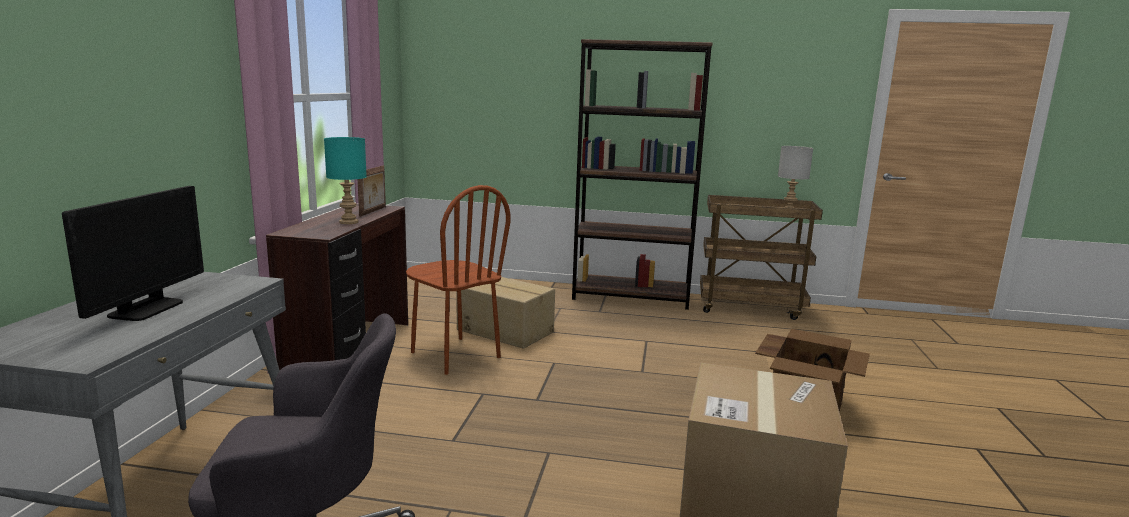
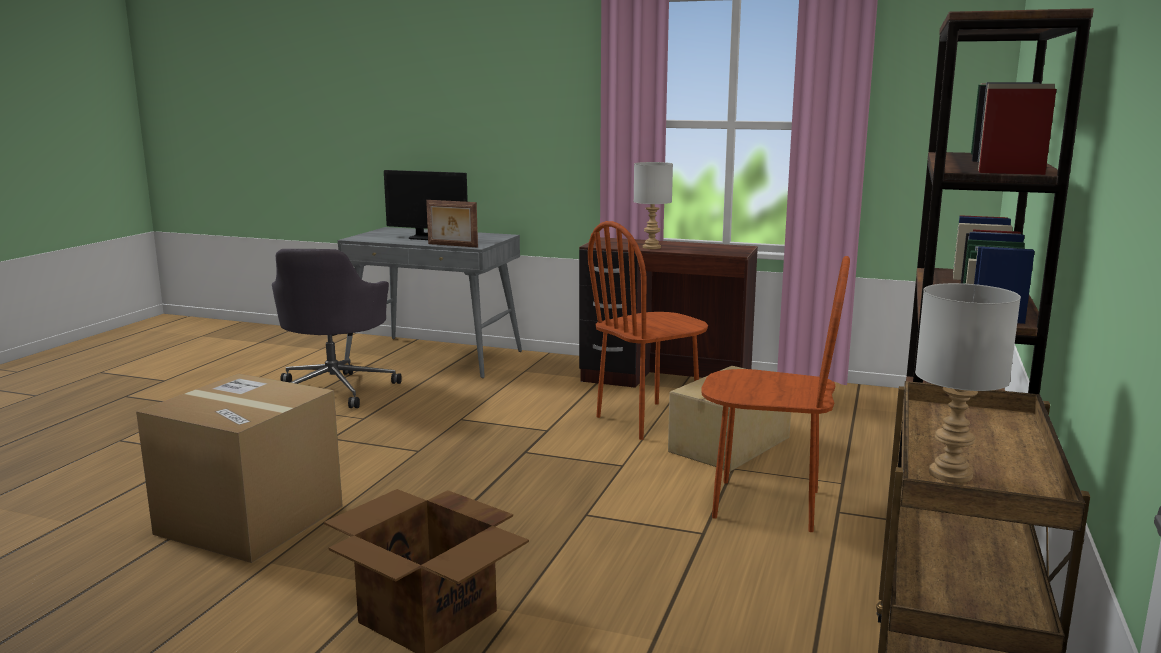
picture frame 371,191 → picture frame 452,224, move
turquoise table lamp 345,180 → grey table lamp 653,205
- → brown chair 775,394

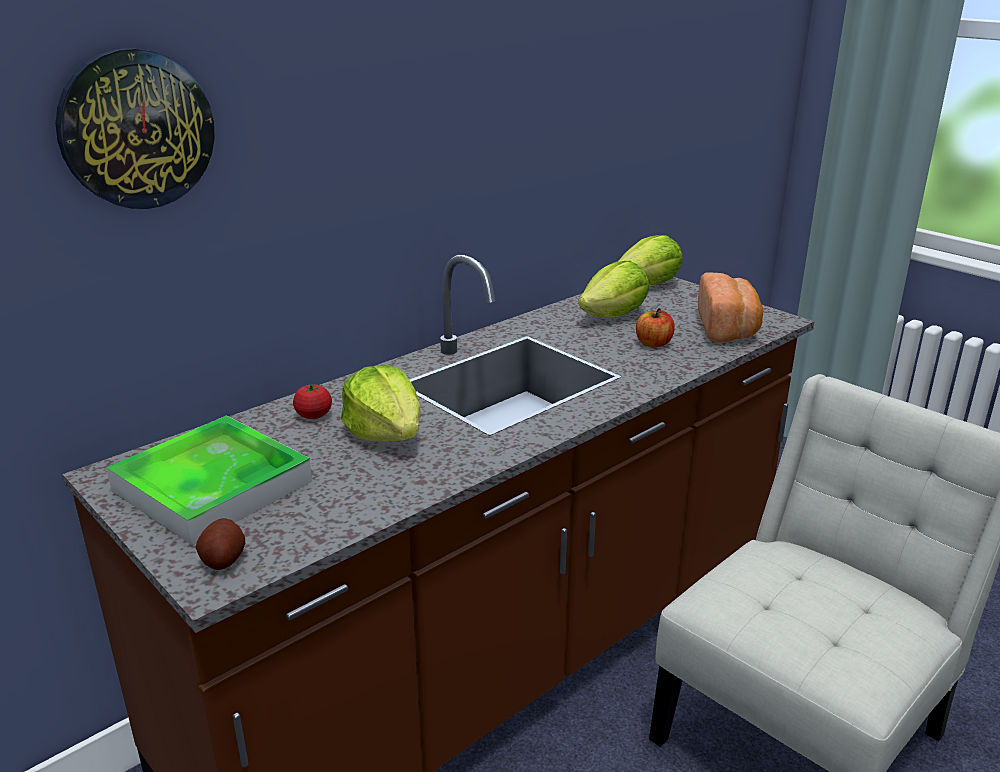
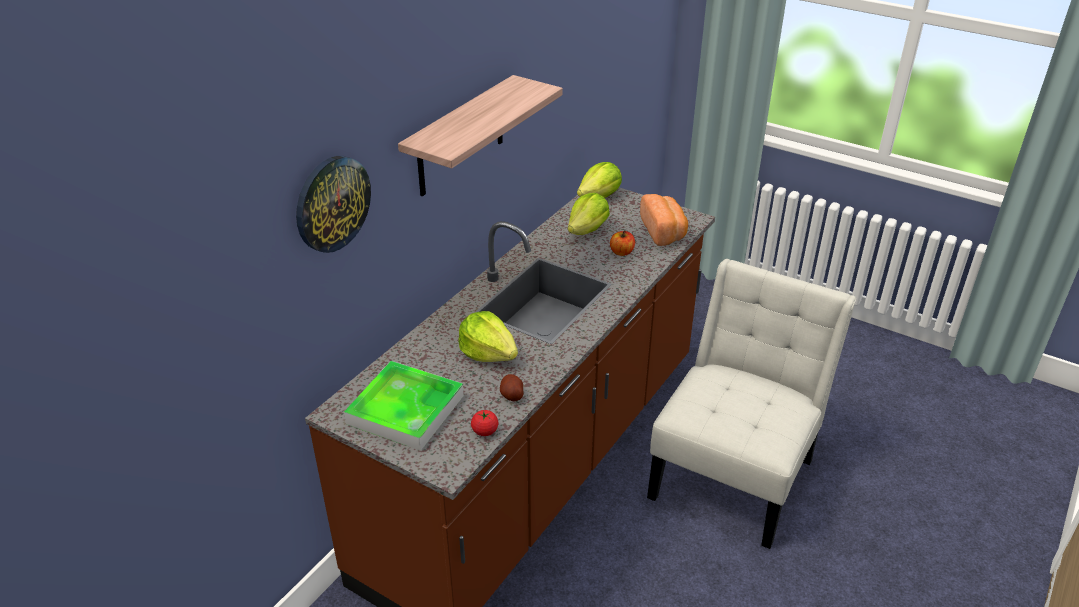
- → shelf 480,135
tomato 312,402 → tomato 484,423, move
potato 220,544 → potato 511,387, move

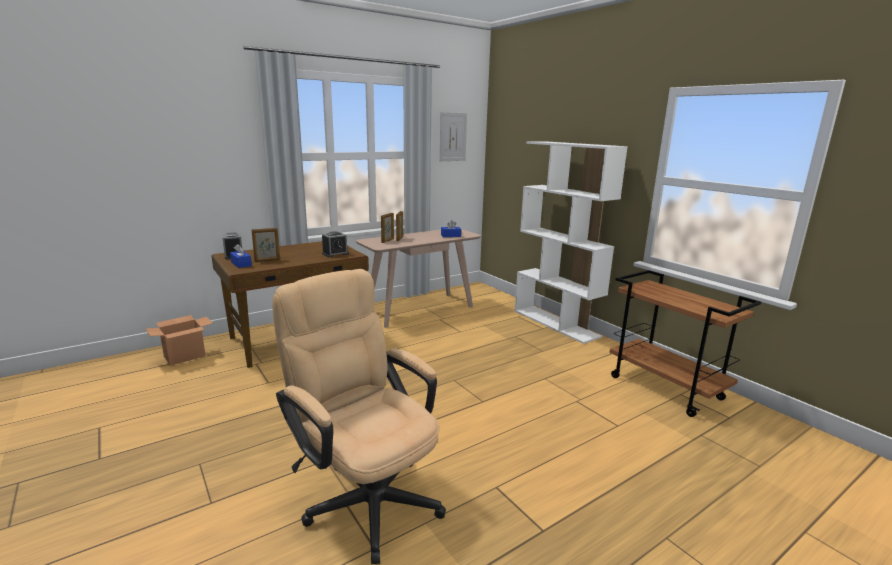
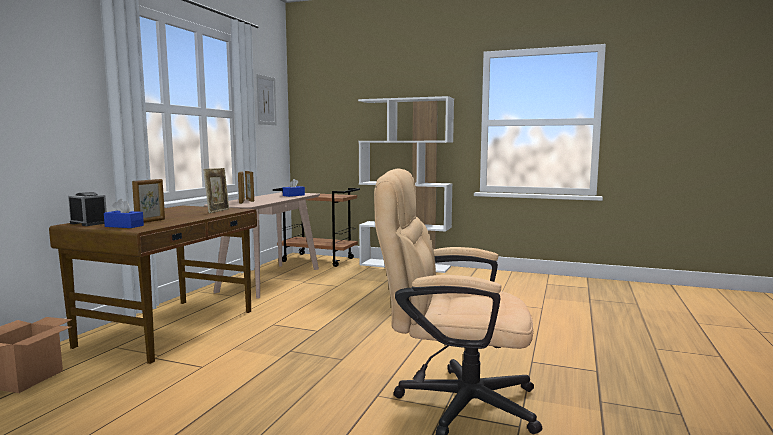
alarm clock 335,244 → picture frame 216,190
brown cart 685,343 → brown cart 316,226, move

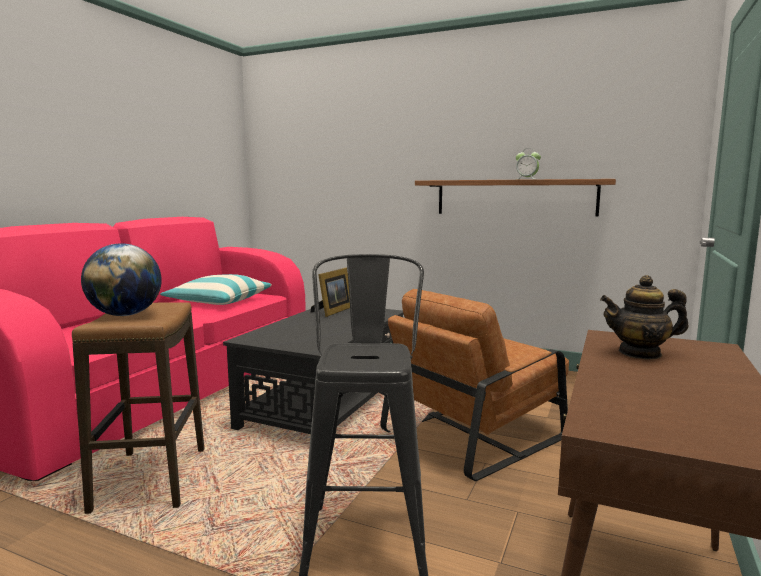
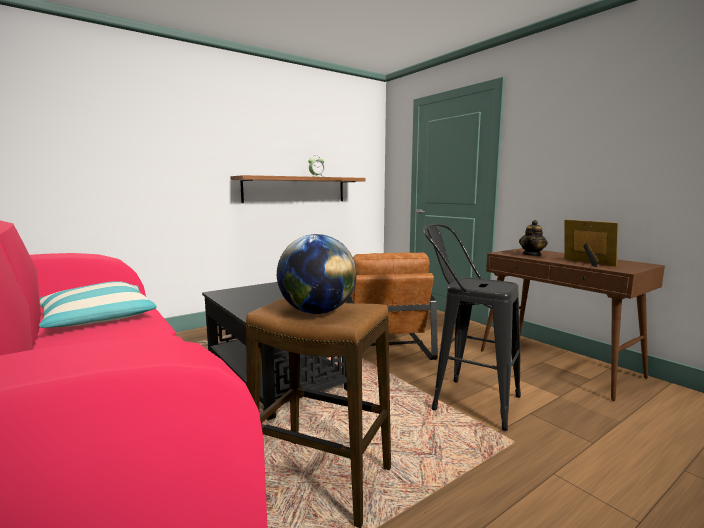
picture frame 330,292 → picture frame 591,243, move

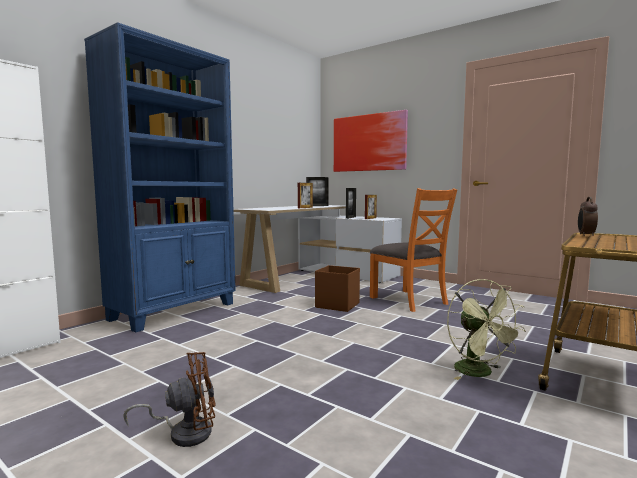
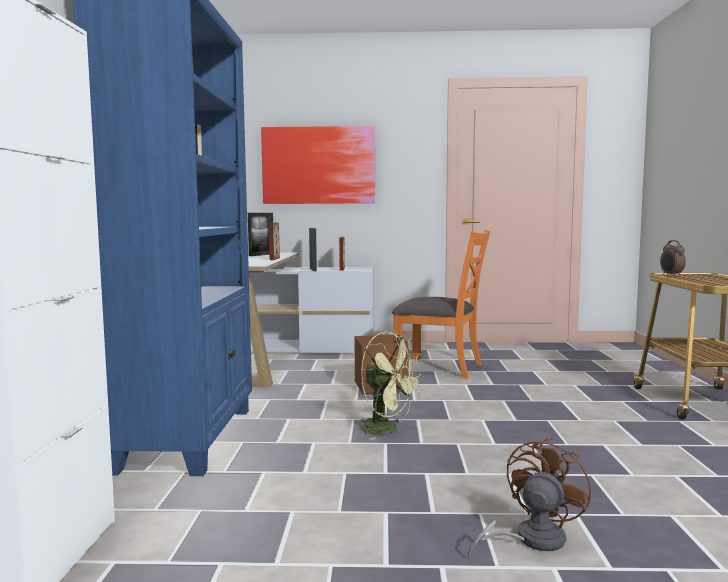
green fan 486,329 → green fan 392,386, move

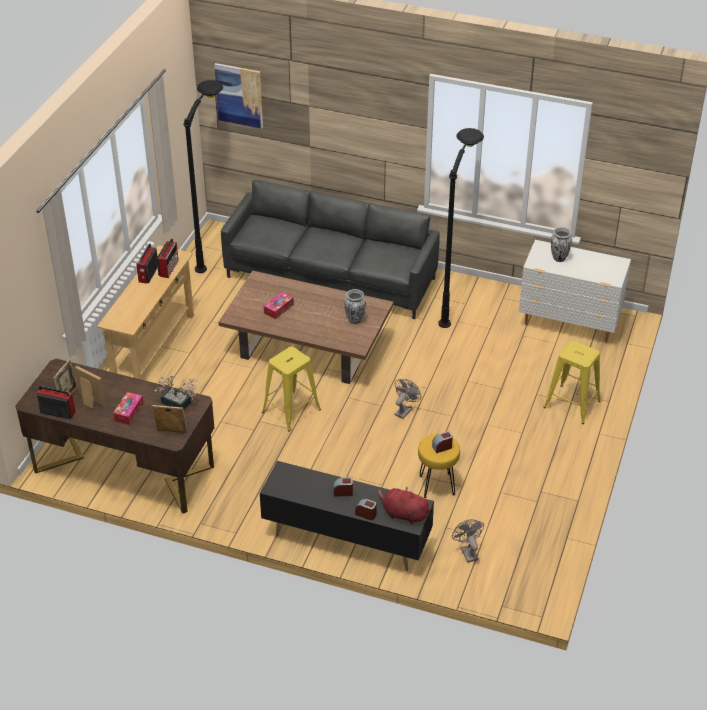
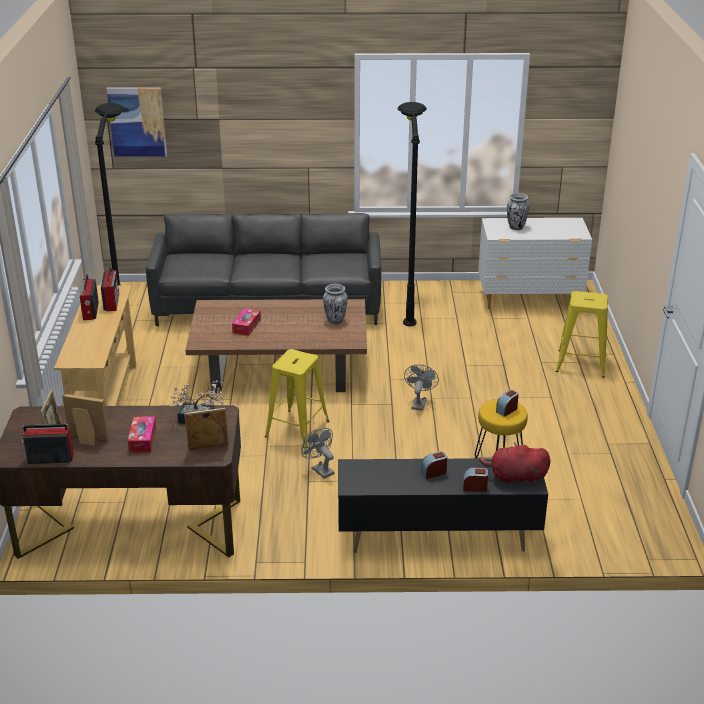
grey fan 468,541 → grey fan 318,453, move

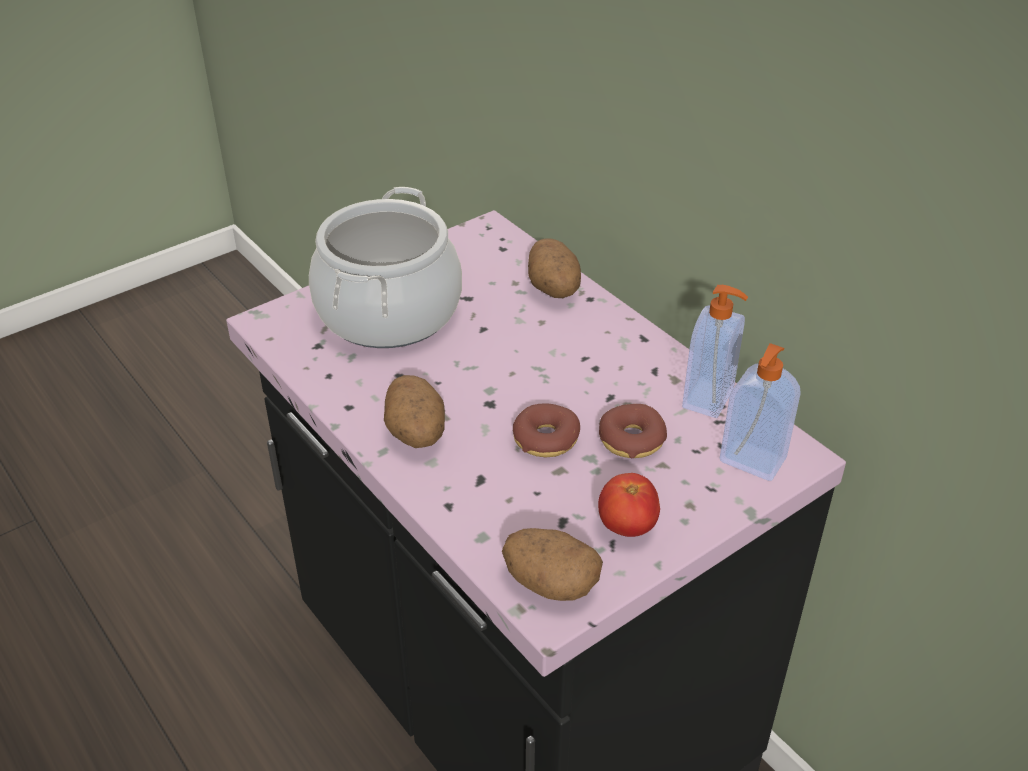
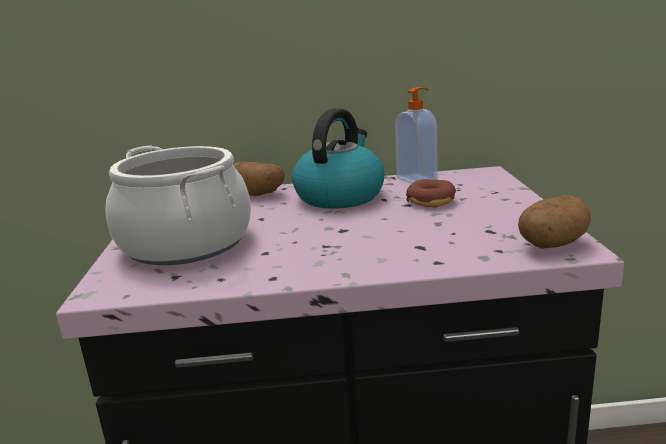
- → kettle 338,159
potato 414,411 → -
donut 546,430 → -
tomato 629,505 → -
soap dispenser 760,412 → -

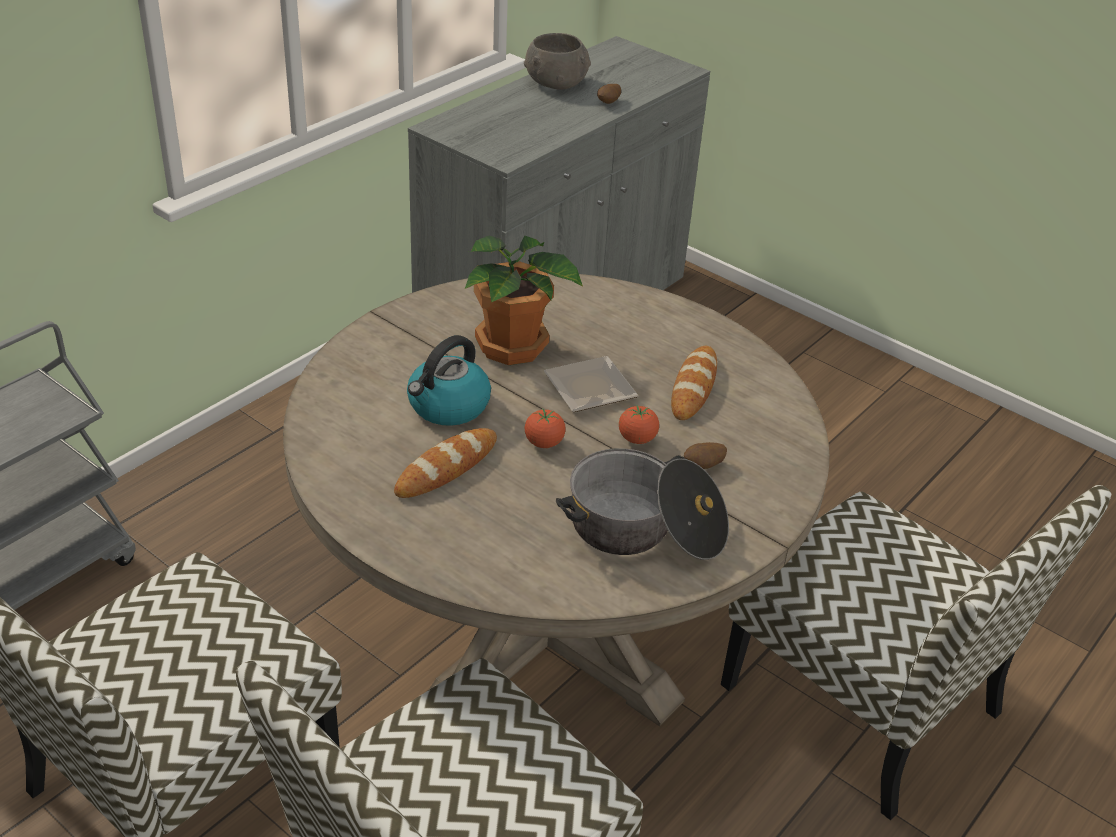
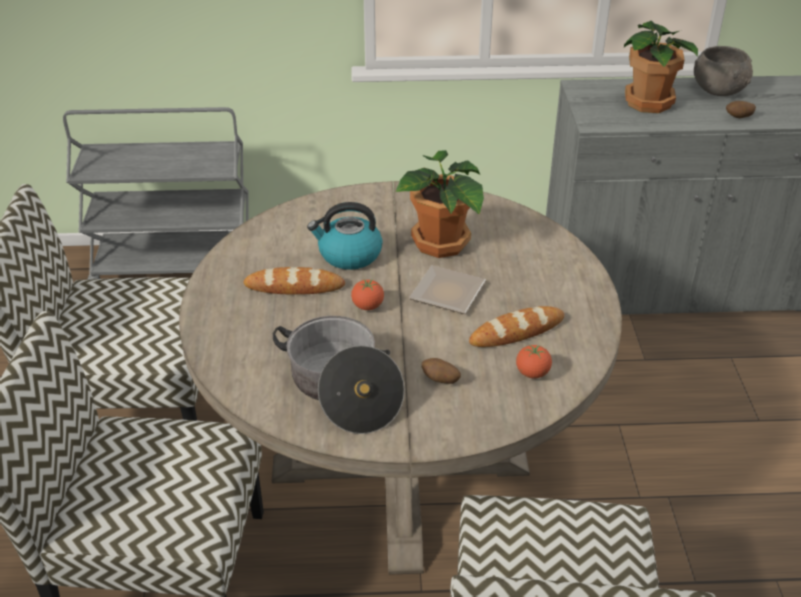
tomato 639,425 → tomato 534,362, move
- → potted plant 661,67

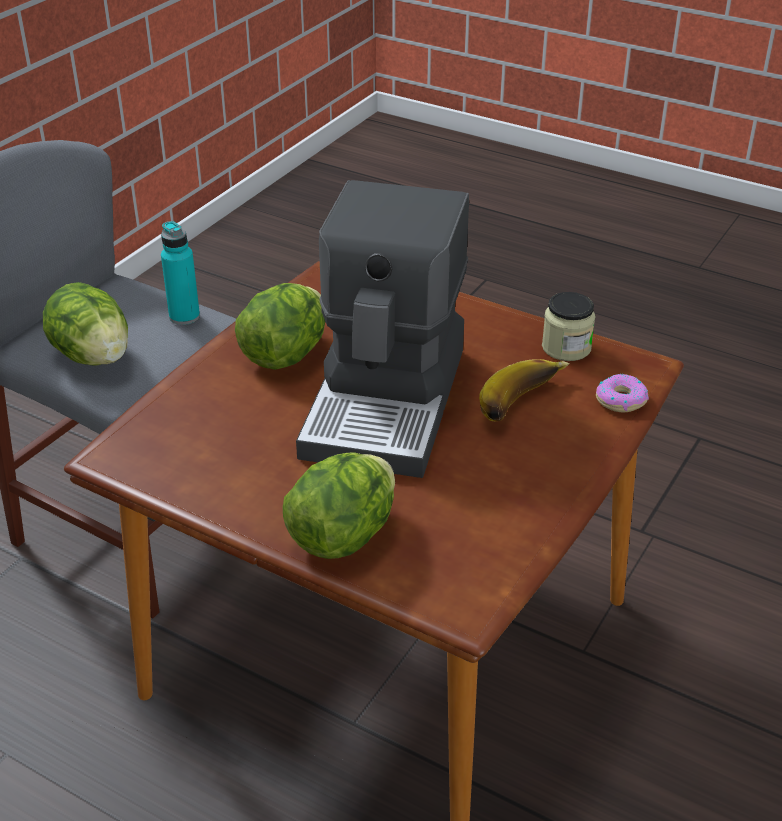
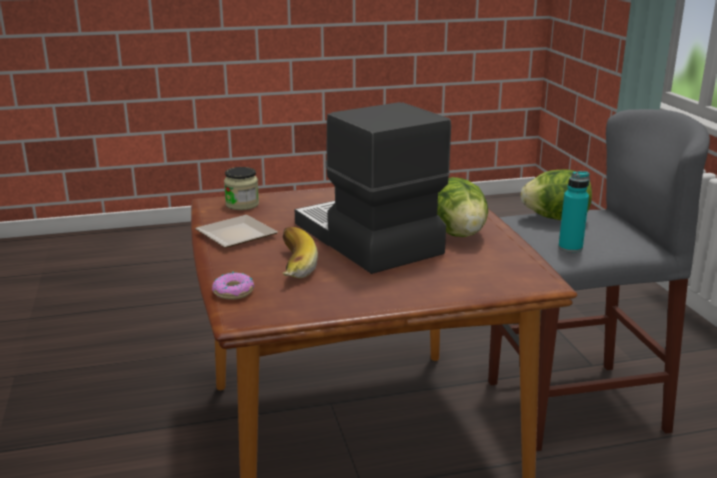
- → plate 236,231
jar 568,326 → jar 241,188, move
lettuce 339,505 → -

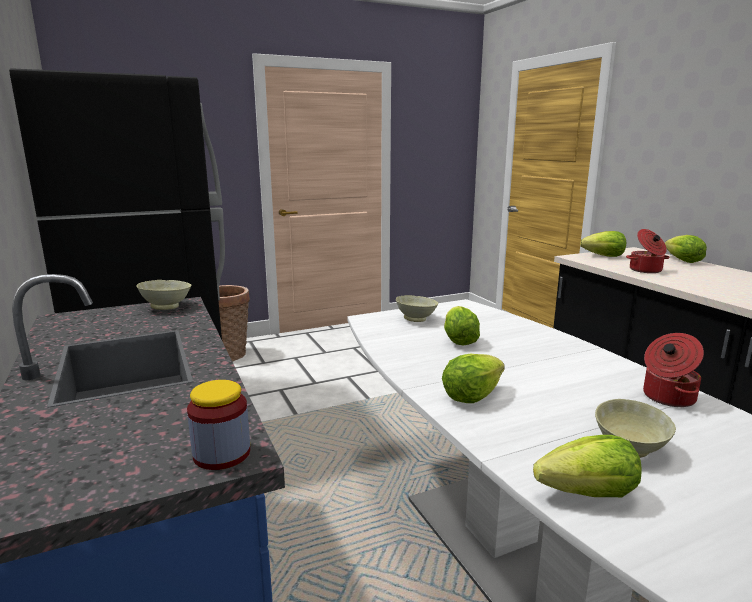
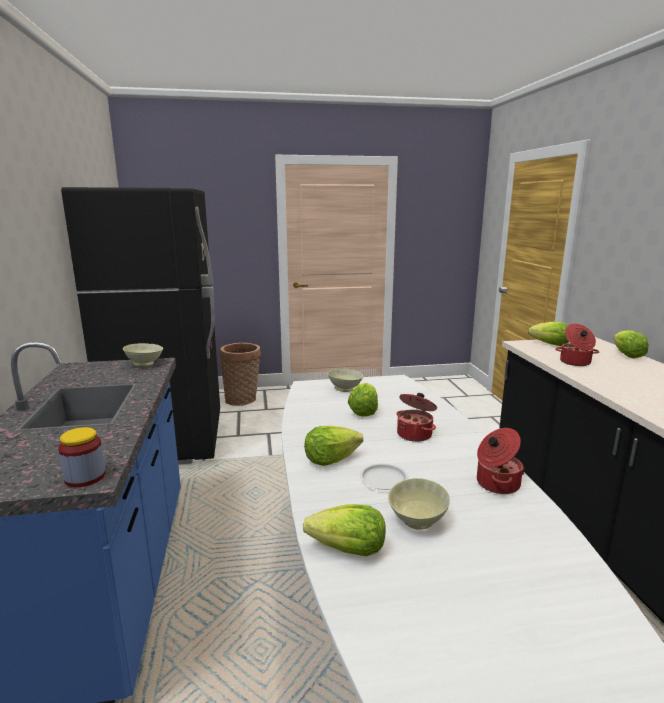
- → white plate 384,476
- → cooking pot 416,417

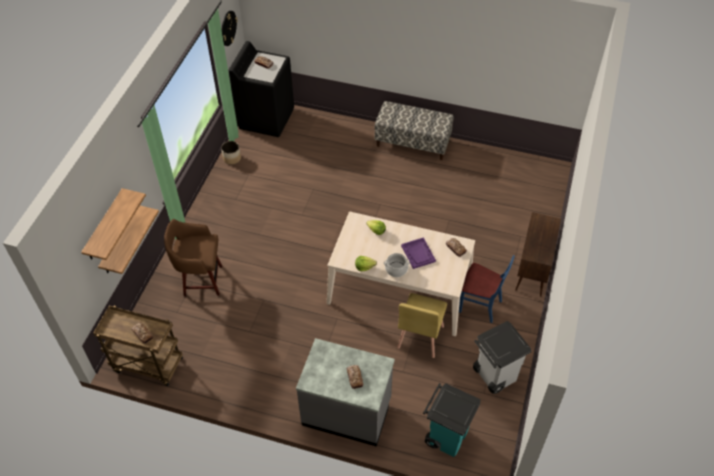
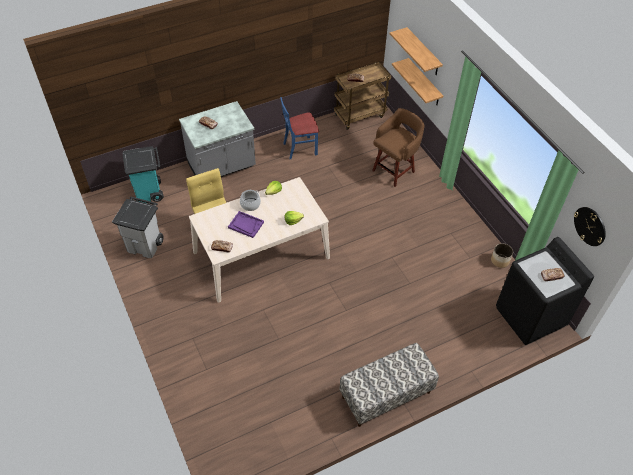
blue chair 487,289 → blue chair 299,128, move
brown cabinet 538,254 → -

